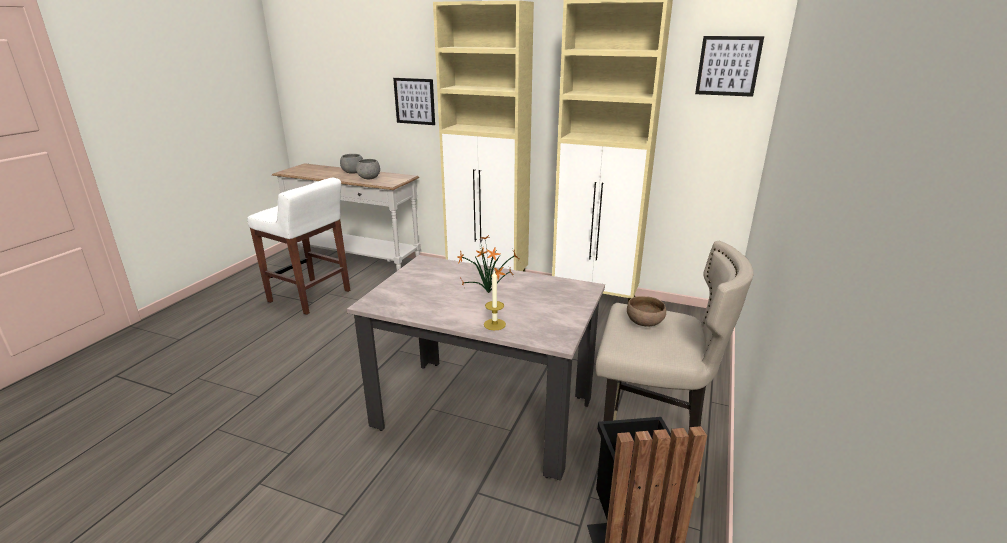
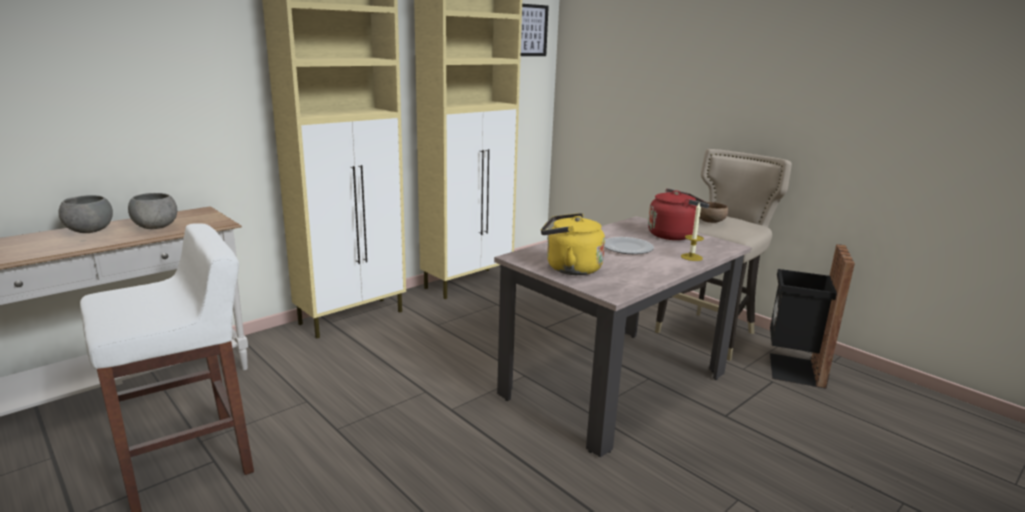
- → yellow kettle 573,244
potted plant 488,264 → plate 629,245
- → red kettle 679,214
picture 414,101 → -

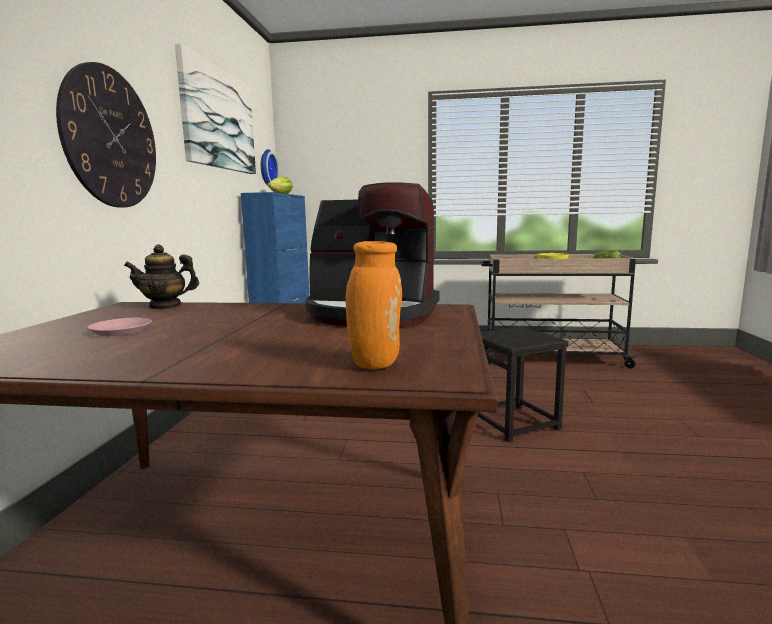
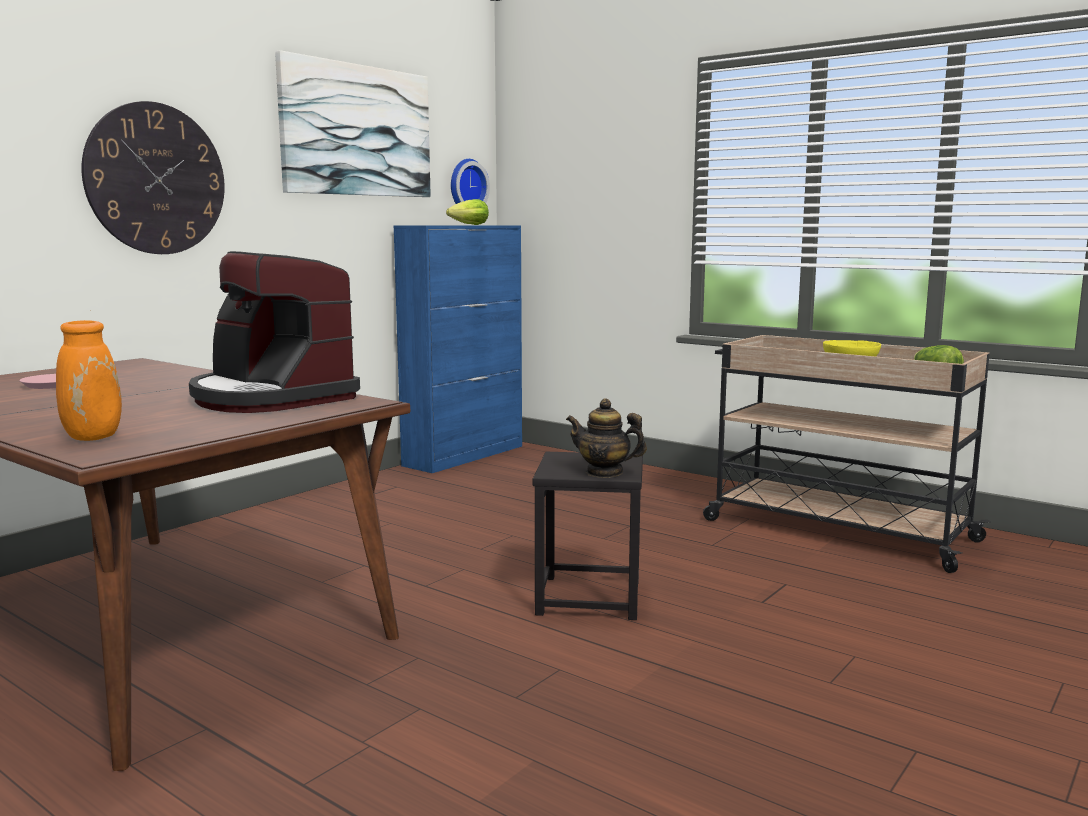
teapot 161,276 → teapot 606,438, move

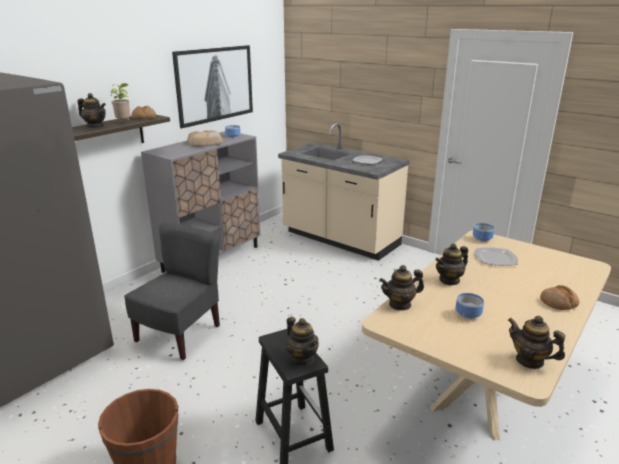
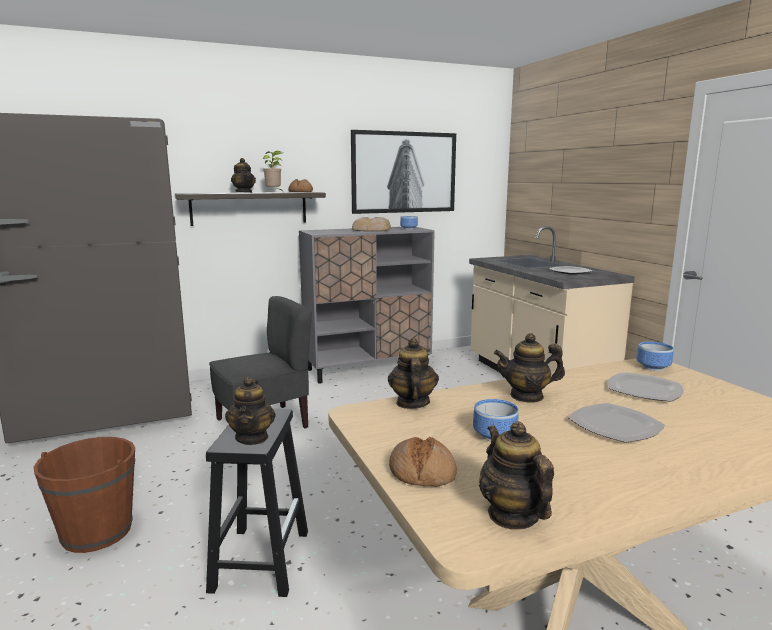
teapot 401,287 → teapot 413,373, 75 degrees clockwise
bread 559,297 → bread 423,462, move
- → plate 616,423

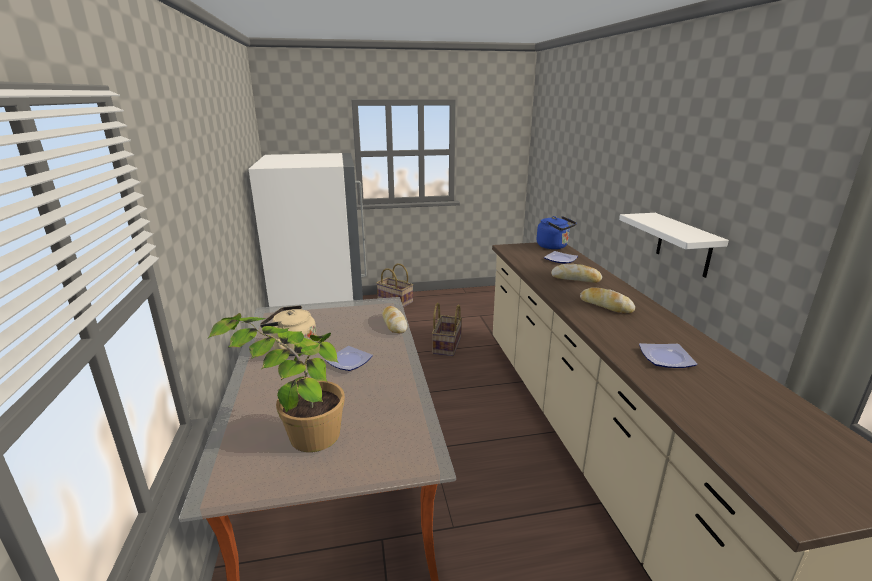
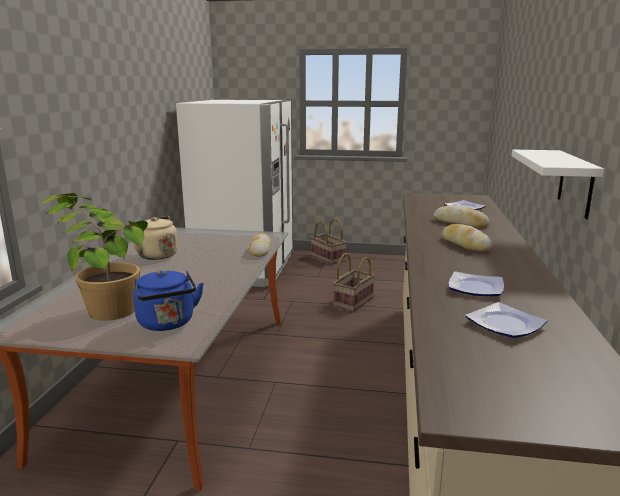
blue kettle 557,232 → blue kettle 168,300, move
plate 349,358 → plate 506,320, move

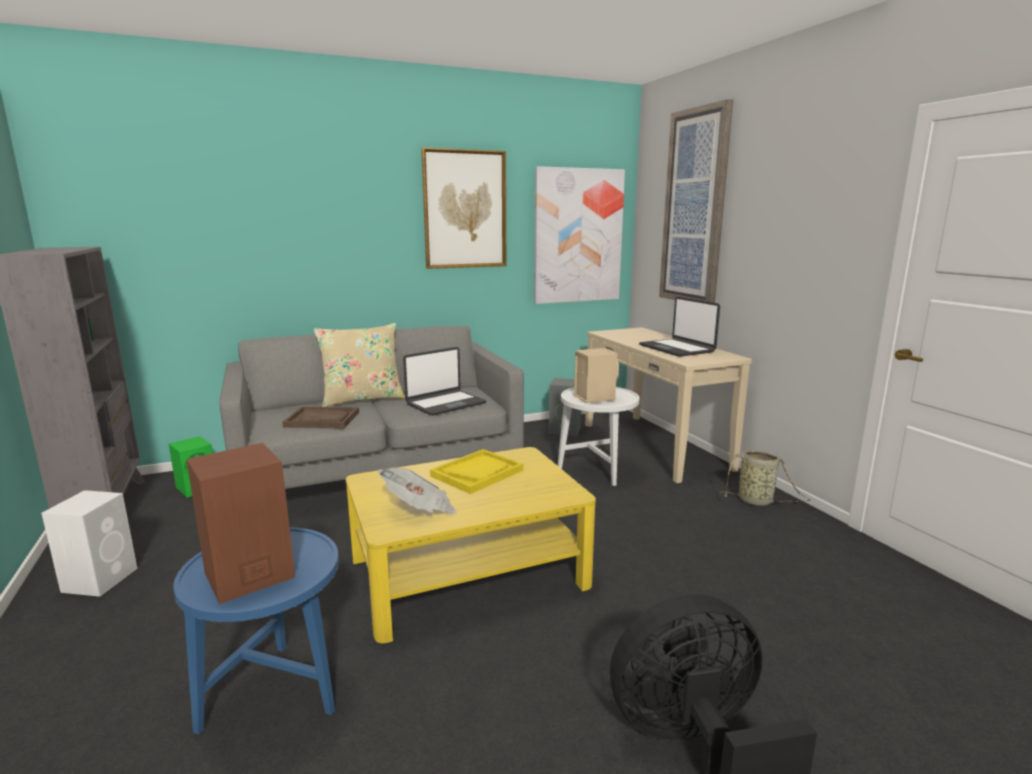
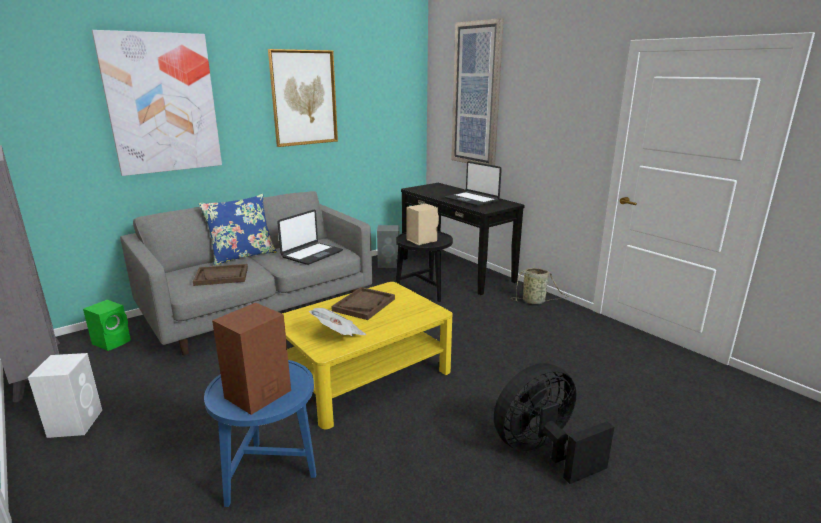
picture 579,235 → picture 157,103, move
beige pillow 359,365 → blue pillow 238,230
yellow tray 476,471 → brown tray 363,303
white side table 598,436 → black side table 424,266
beige console table 668,405 → black console table 463,239

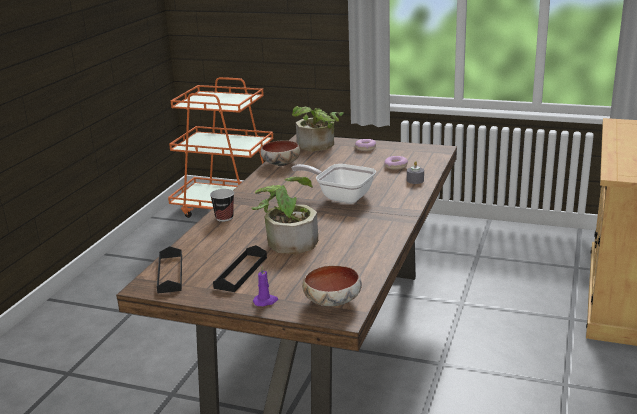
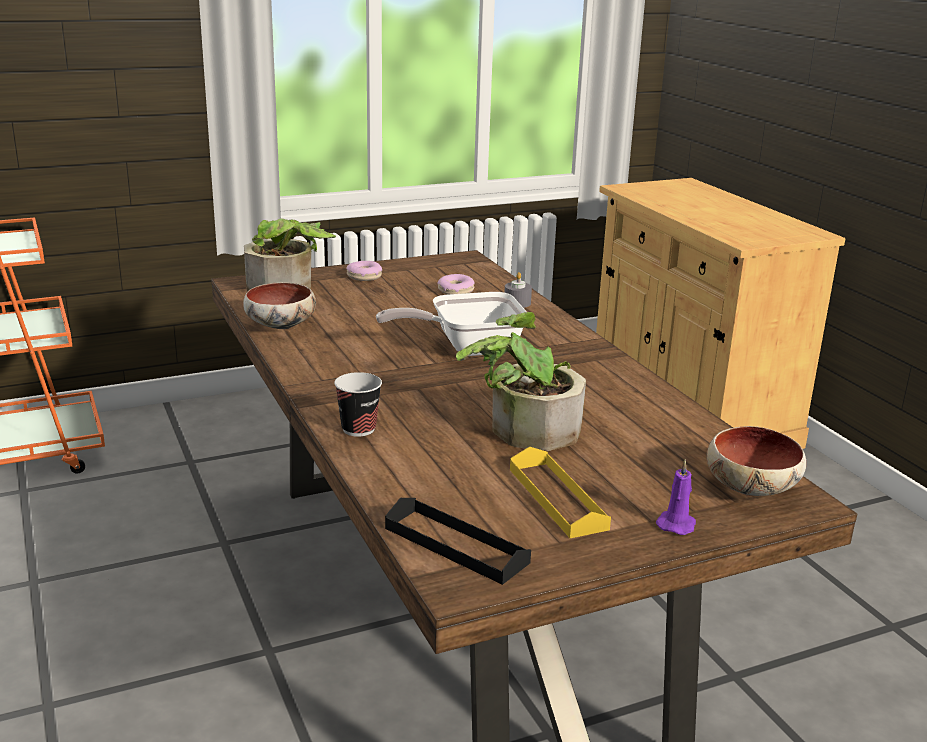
black tray 240,268 → yellow tray 560,492

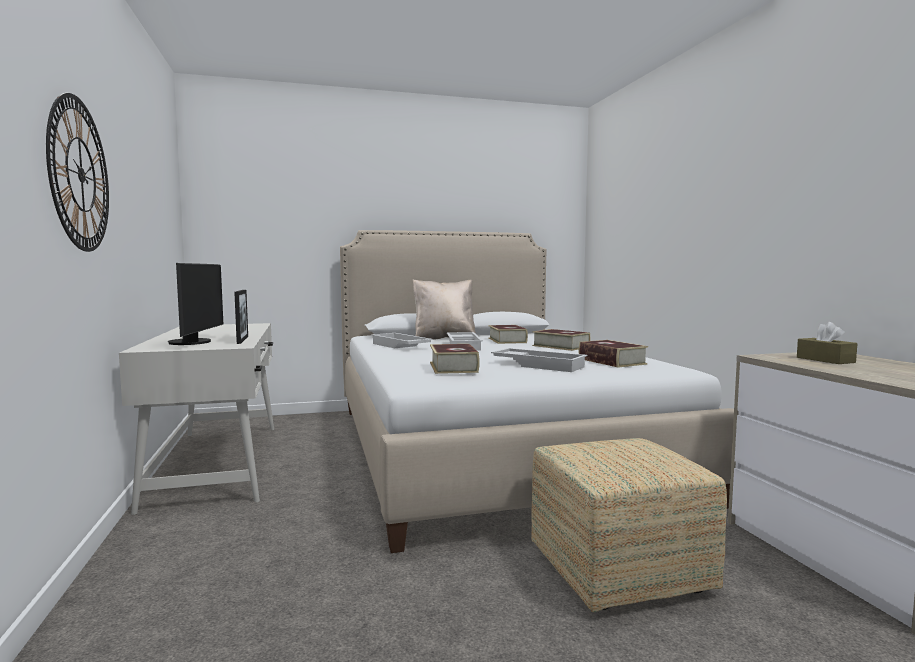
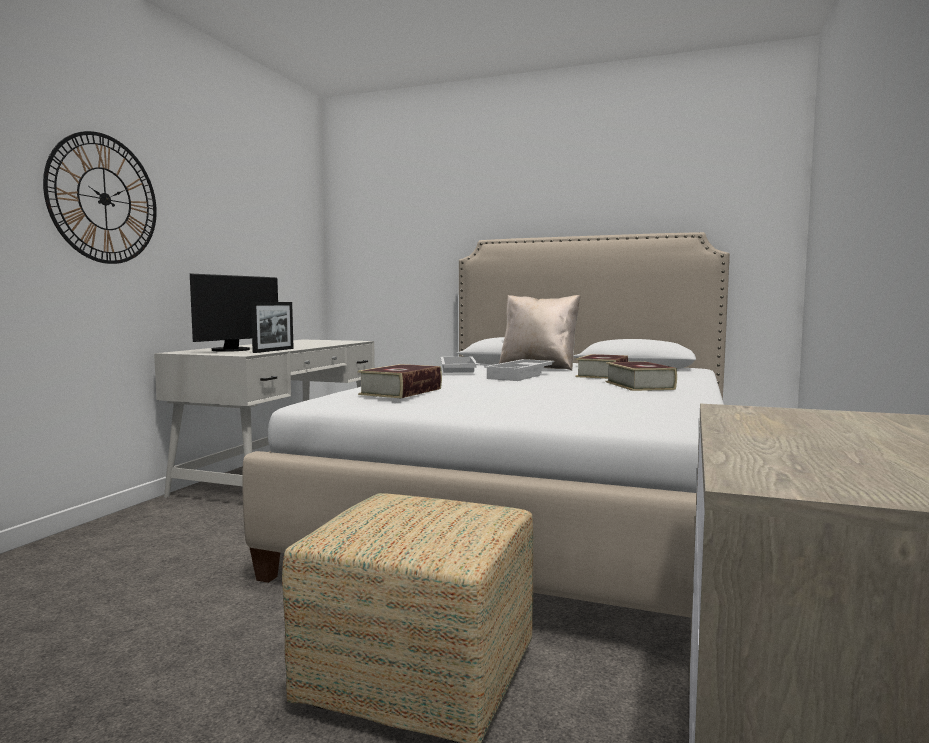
white tray 539,360 → -
book 613,354 → -
brown tissue box 827,343 → -

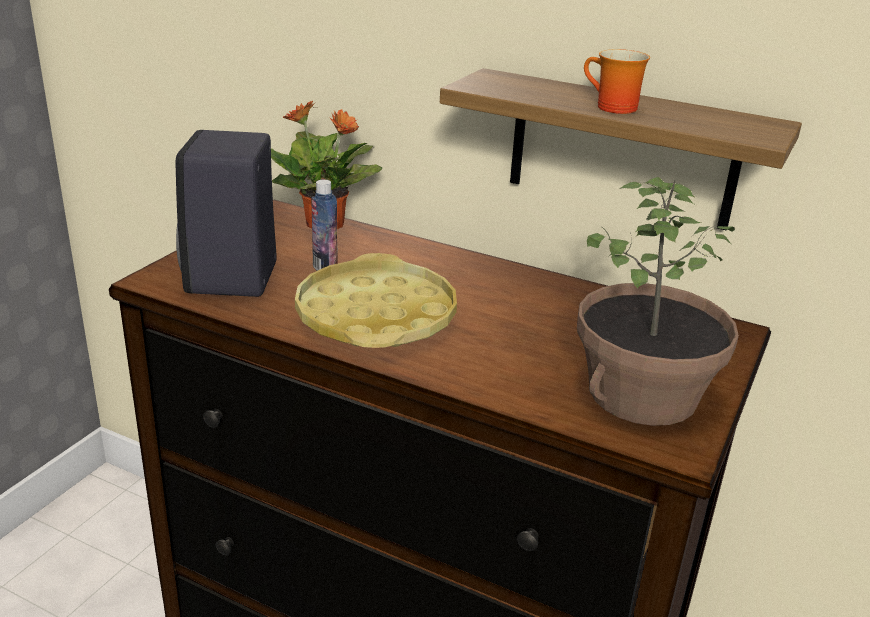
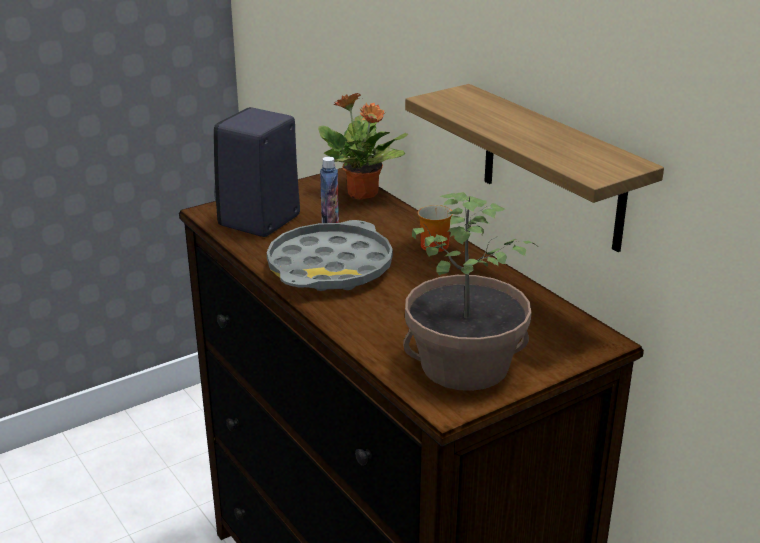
yellow tray 376,300 → grey tray 330,255
mug 617,81 → mug 435,228, move

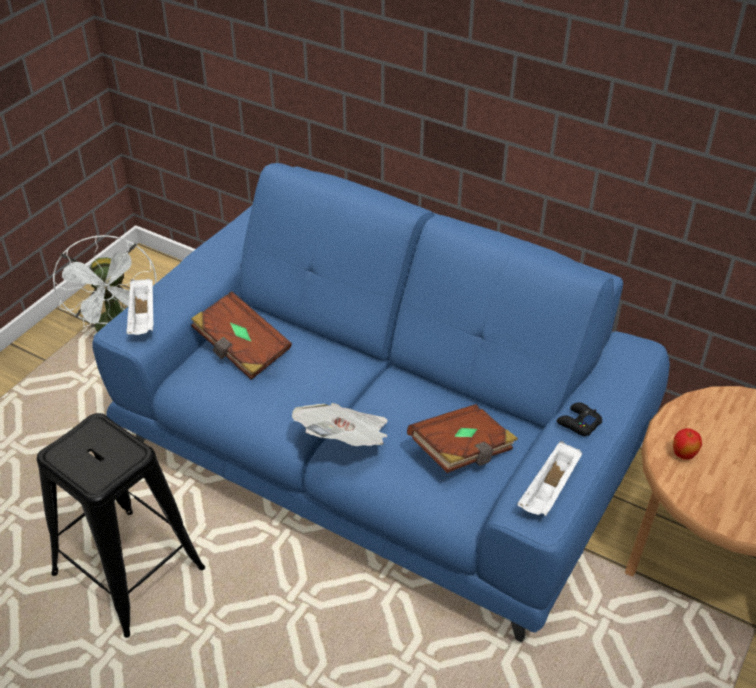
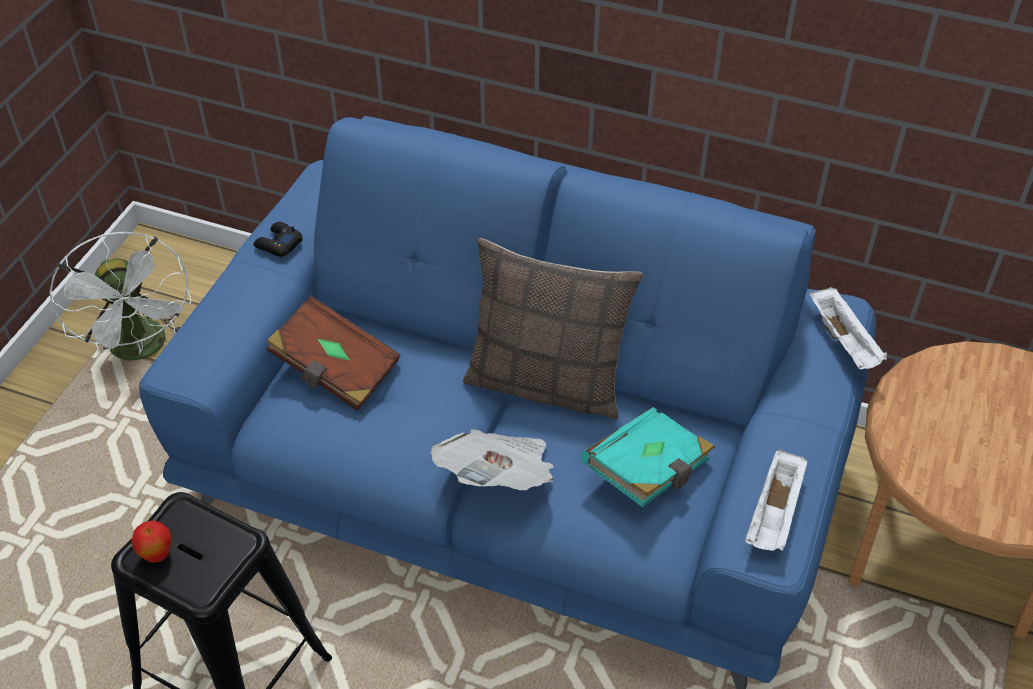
apple 687,444 → apple 151,542, move
black game controller 580,419 → black game controller 278,239, move
- → pillow 553,328
brown book 462,438 → turquoise book 648,457
white tray 139,306 → white tray 848,328, move

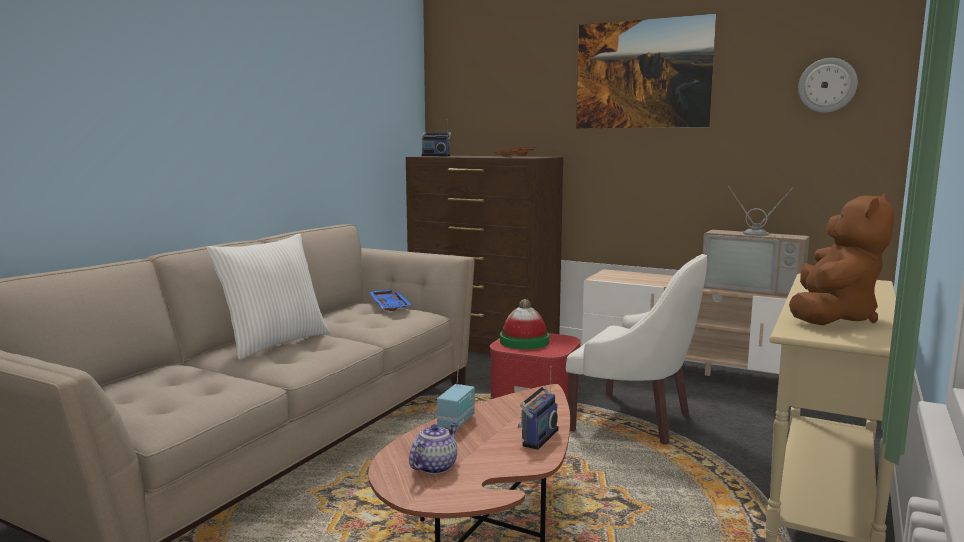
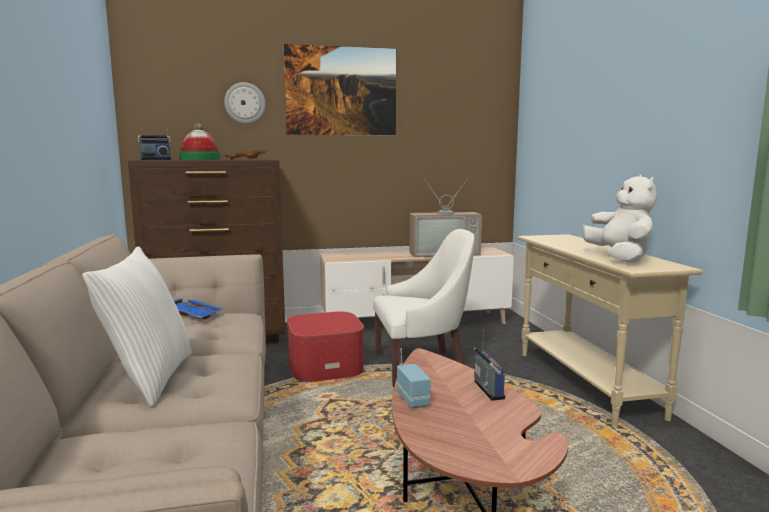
hat 524,324 → hat 200,141, move
wall clock 828,85 → wall clock 245,103, move
brown plush toy 841,259 → white plush toy 619,219
teapot 433,448 → -

